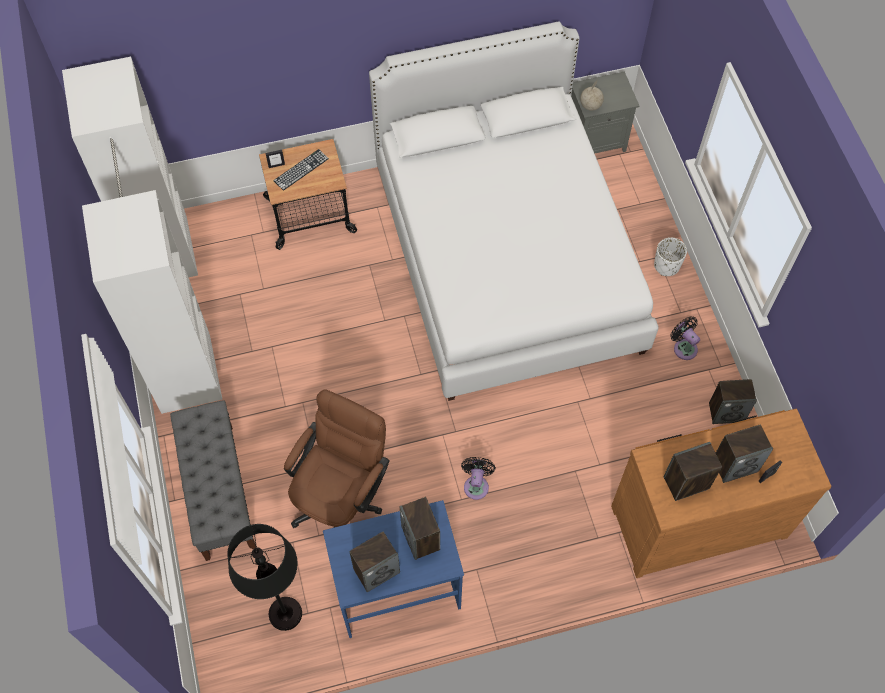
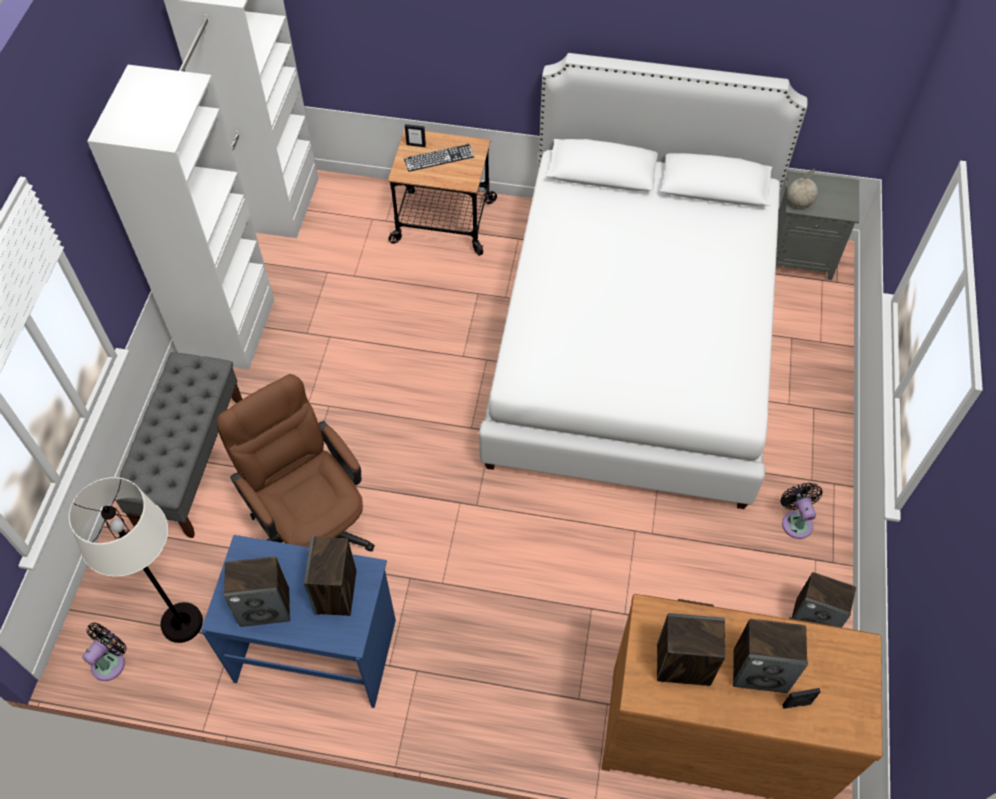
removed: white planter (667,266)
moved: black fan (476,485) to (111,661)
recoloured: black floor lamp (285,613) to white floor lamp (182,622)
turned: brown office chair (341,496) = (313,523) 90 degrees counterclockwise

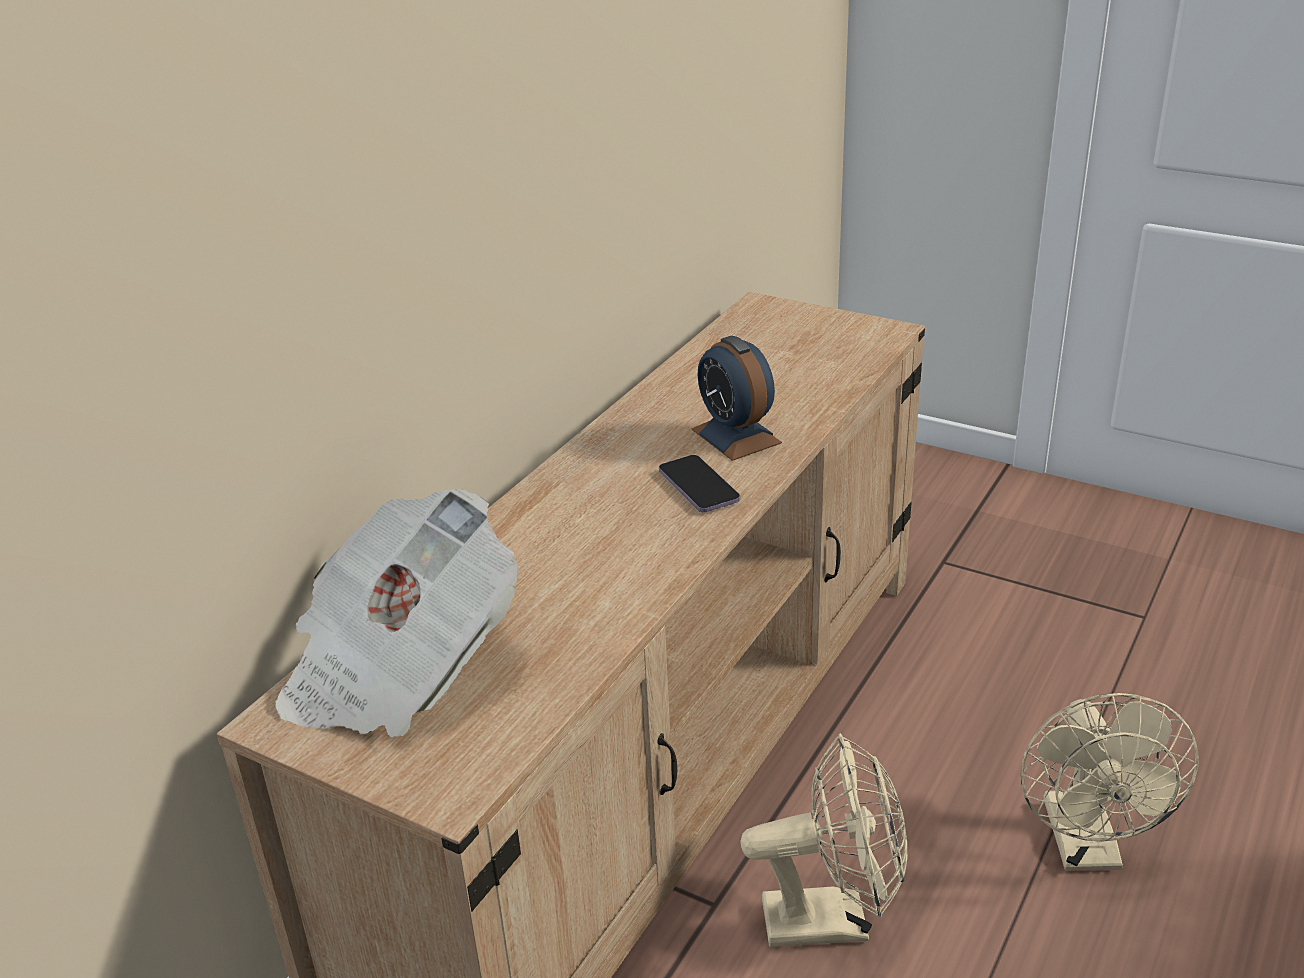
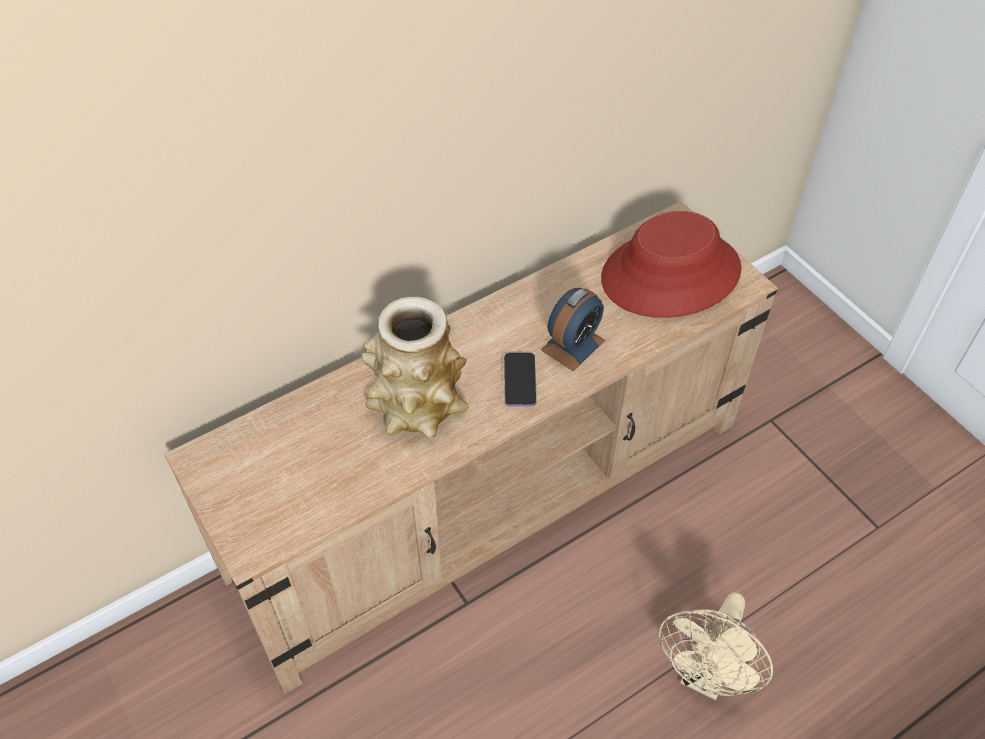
removed: newspaper (399,666); beige fan (832,919)
added: vase (417,405); red hat (670,275)
turned: alarm clock (736,436) = (572,345) 135 degrees counterclockwise

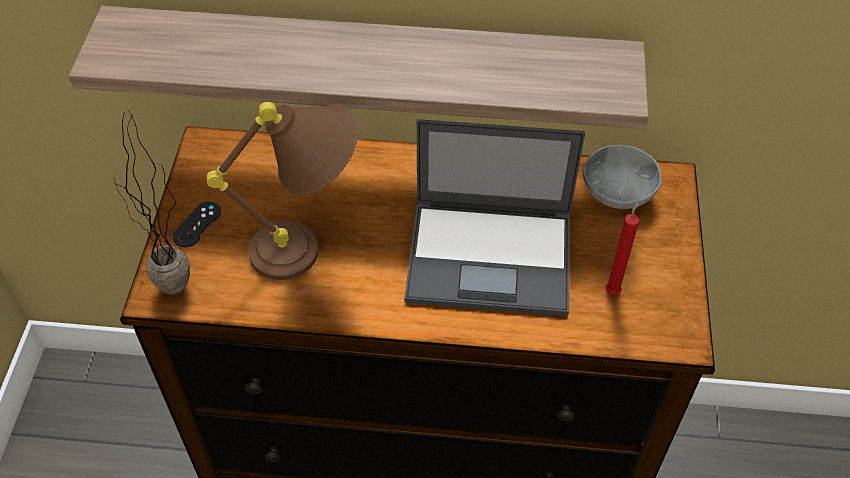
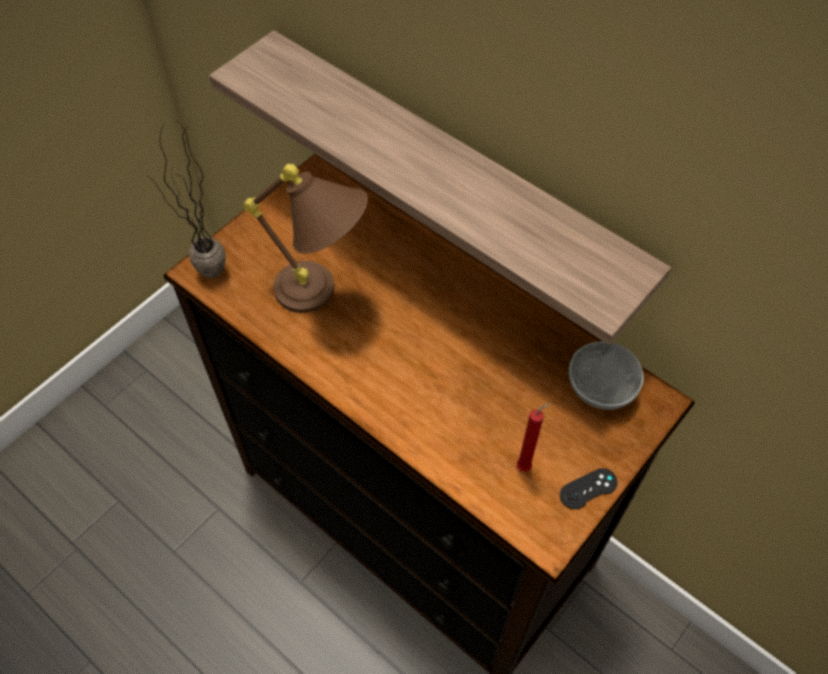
removed: laptop (492,257)
moved: black game controller (197,224) to (588,489)

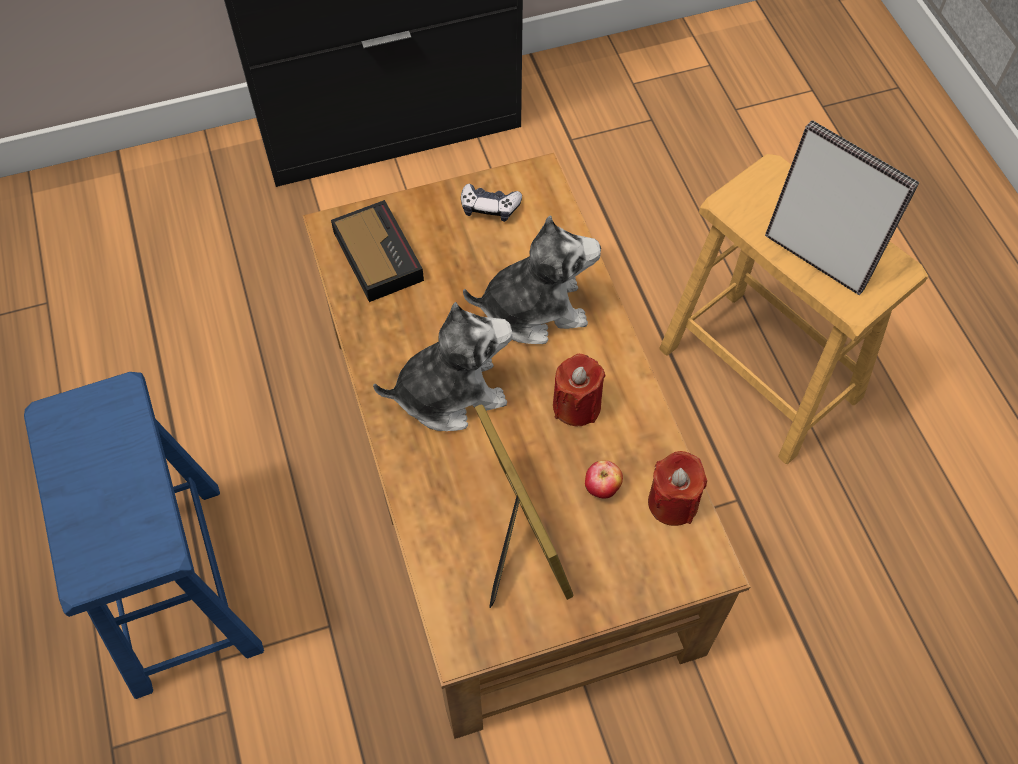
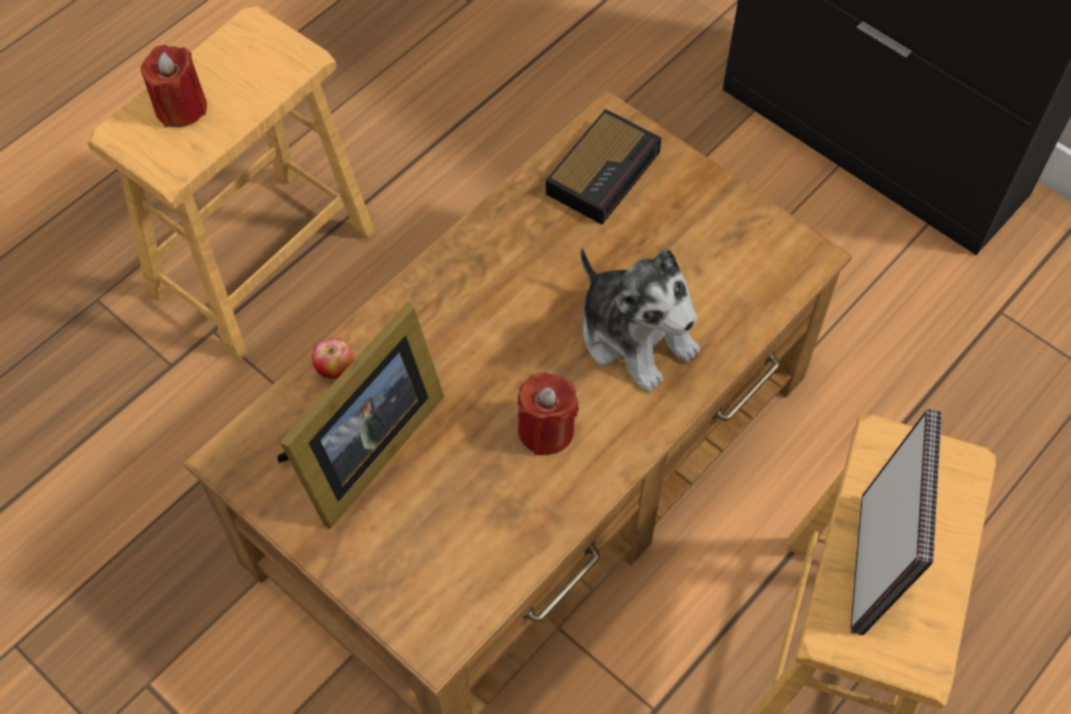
removed: plush toy (450,392); game controller (489,207)
moved: red candle (672,502) to (181,107); apple (602,489) to (336,371)
recoloured: blue stool (177,587) to brown stool (261,260)

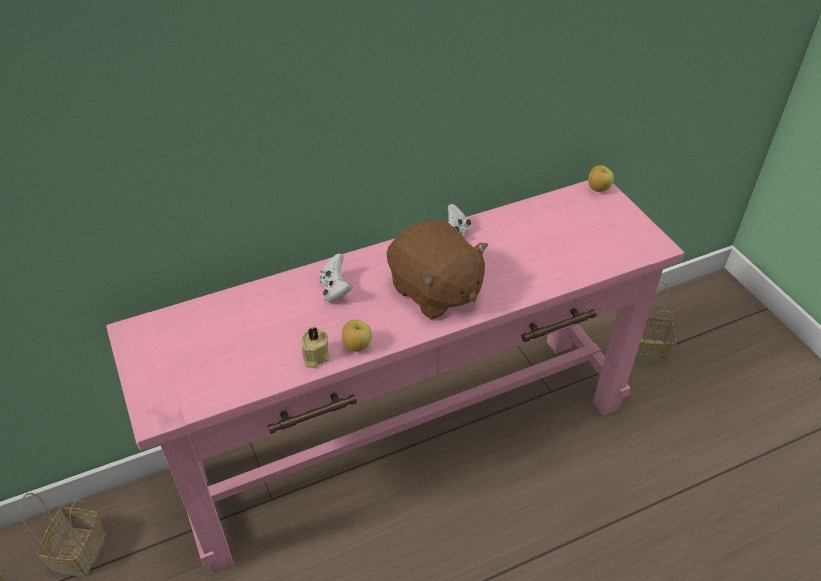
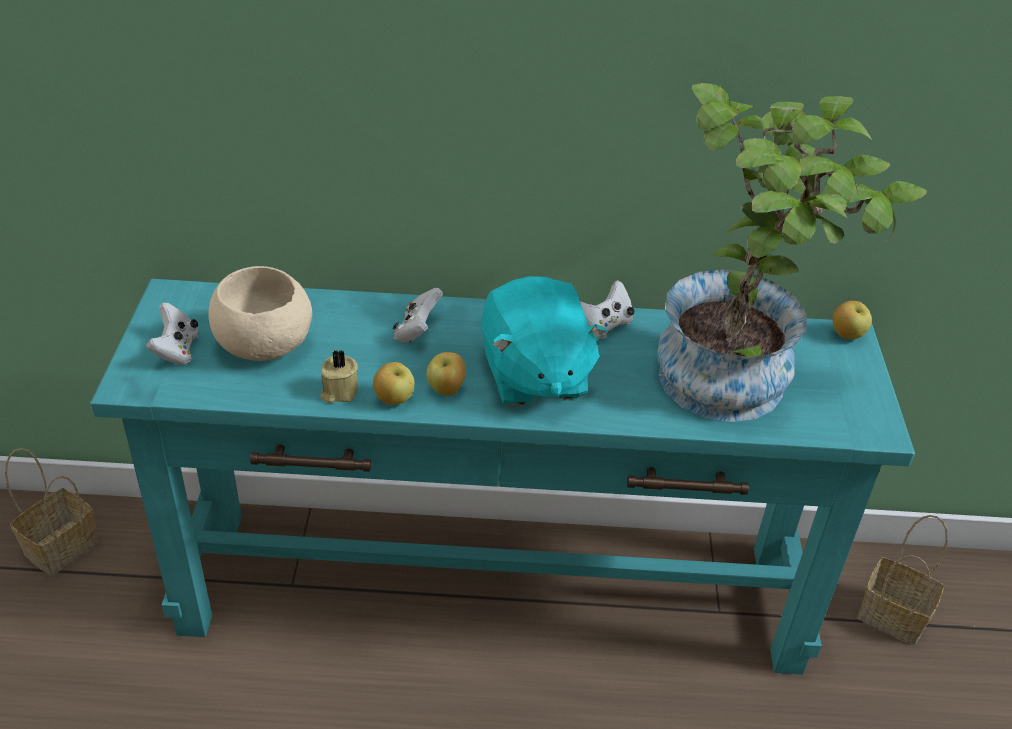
added: white game controller (177,351); beige bowl (262,347); apple (446,390); potted plant (741,377)
recoloured: pink console table (408,441) to turquoise console table (493,591); brown plush toy (435,291) to turquoise plush toy (534,376)

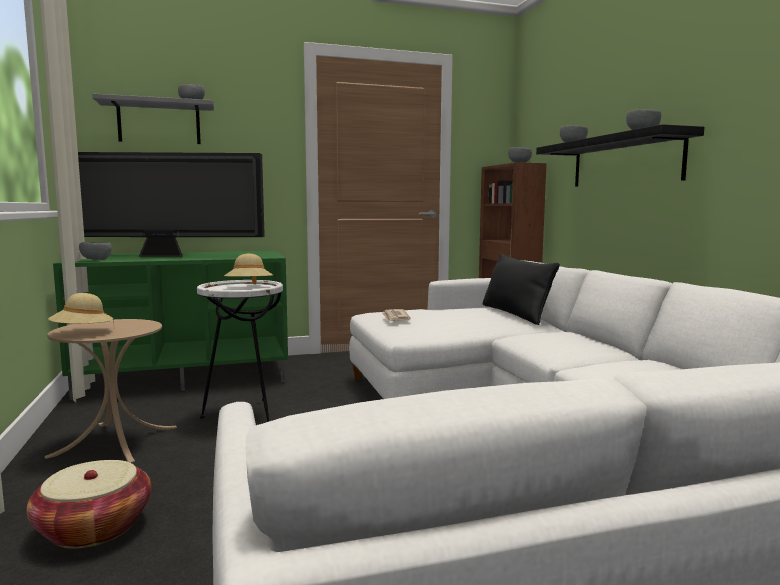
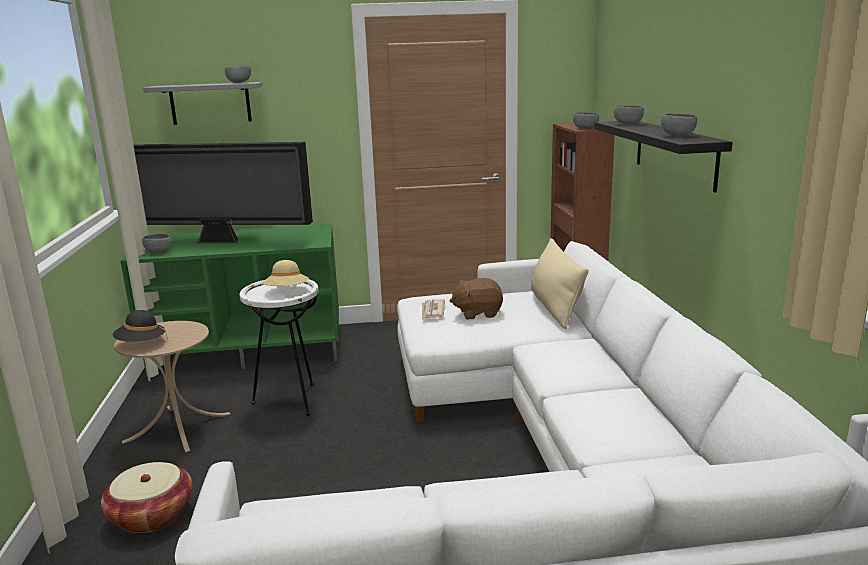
added: brown plush toy (477,313)
recoloured: beige hat (82,333) to black hat (141,344); black pillow (514,314) to beige pillow (555,307)

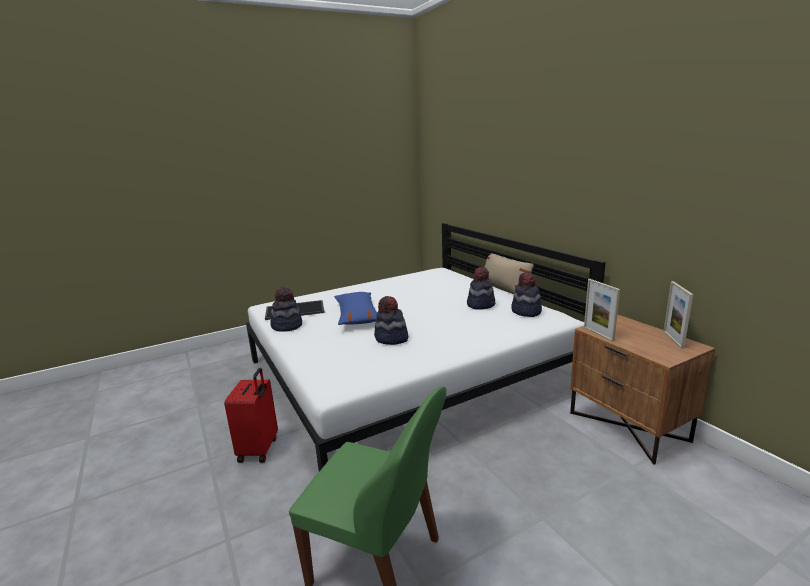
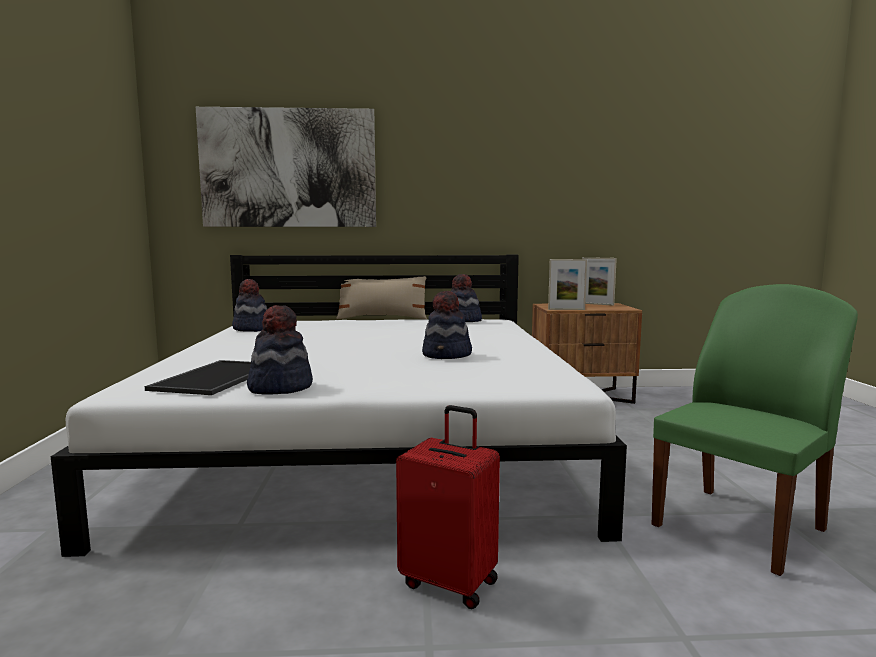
removed: blue pillow (357,316)
added: picture (288,168)
moved: hat (480,304) to (251,329)

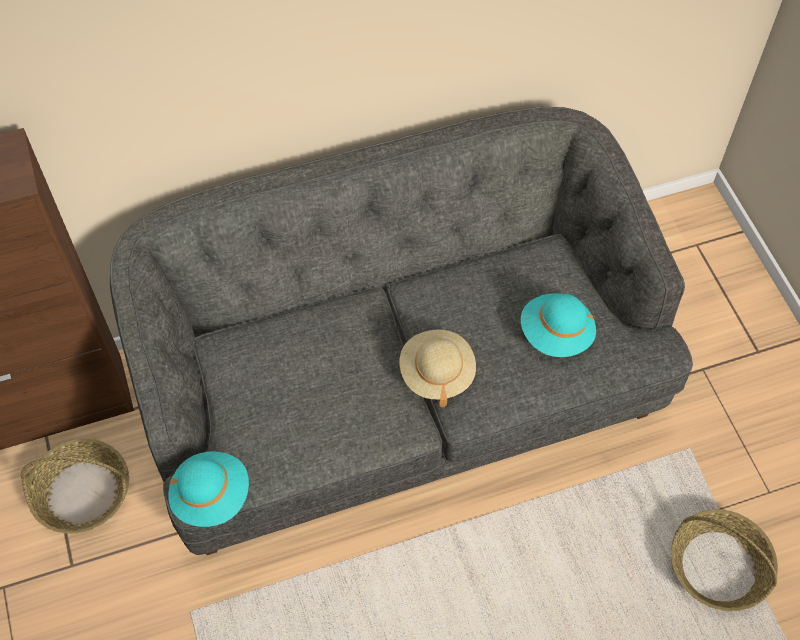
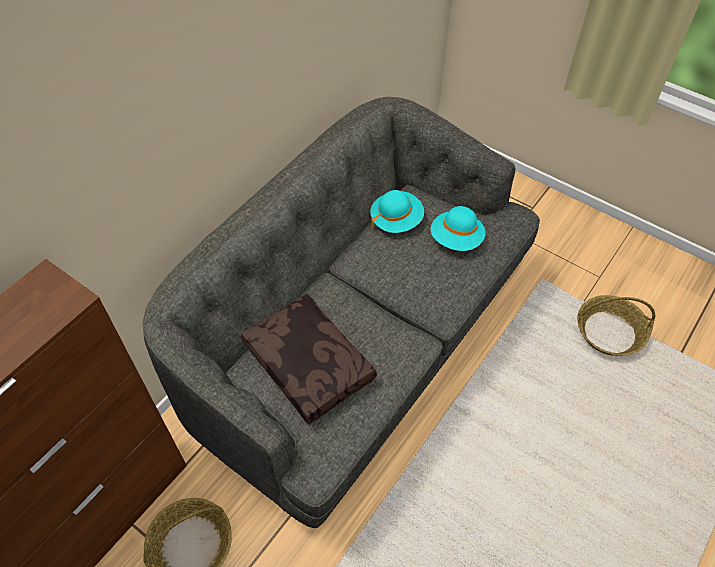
removed: beige hat (436,373)
added: brown pillow (311,364)
moved: turquoise hat (211,496) to (396,220)

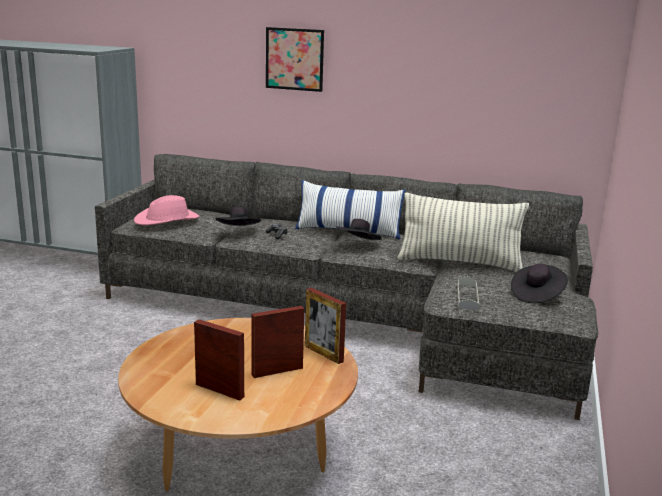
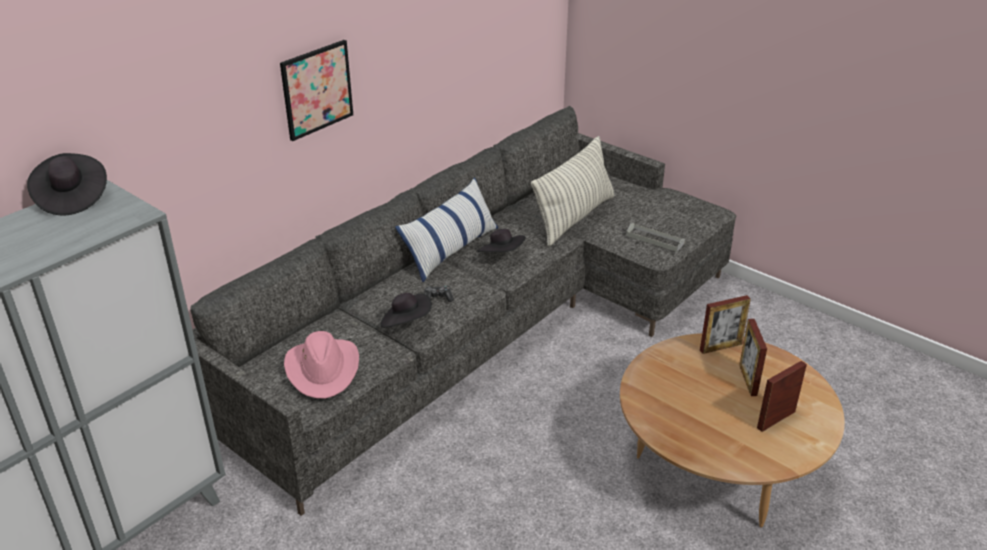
moved: black hat (536,295) to (71,199)

